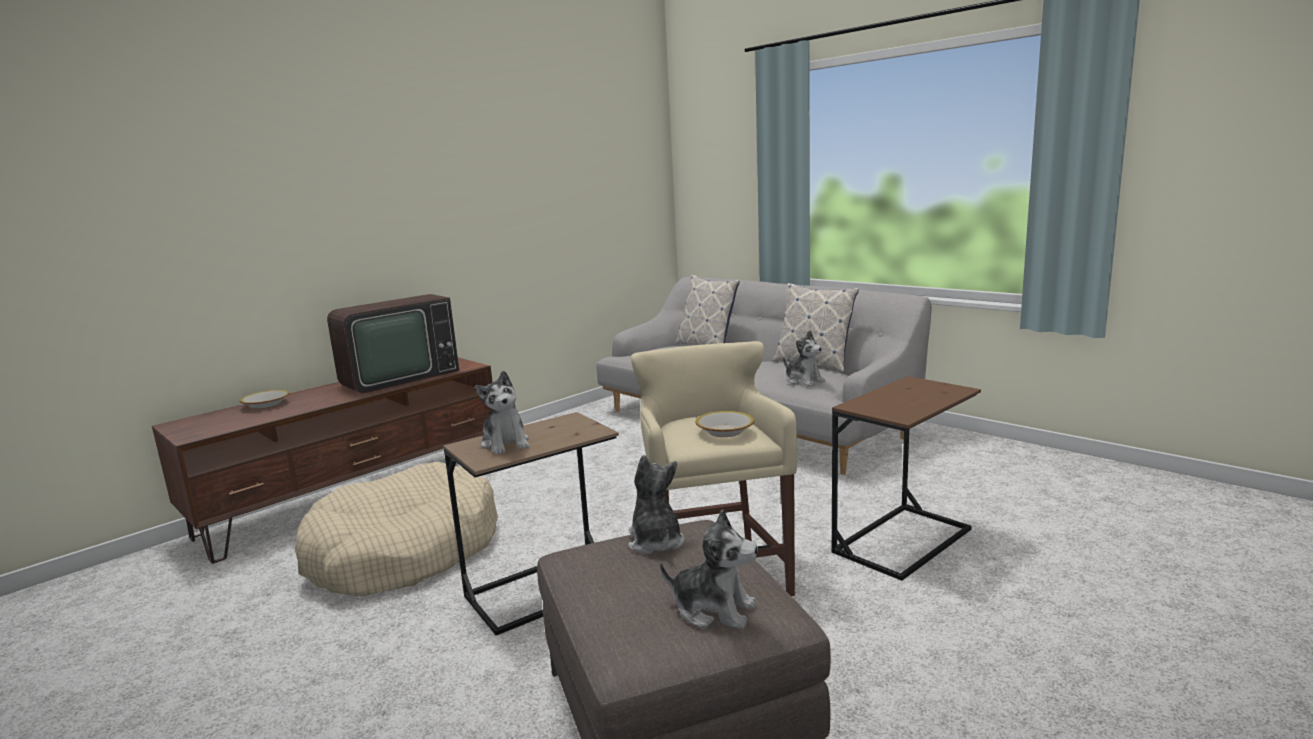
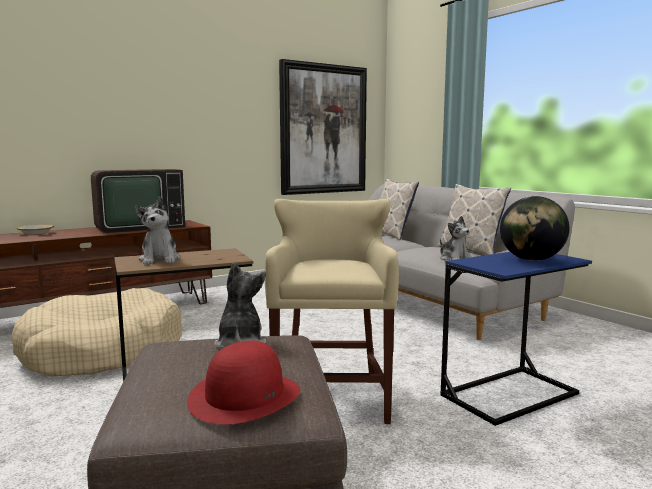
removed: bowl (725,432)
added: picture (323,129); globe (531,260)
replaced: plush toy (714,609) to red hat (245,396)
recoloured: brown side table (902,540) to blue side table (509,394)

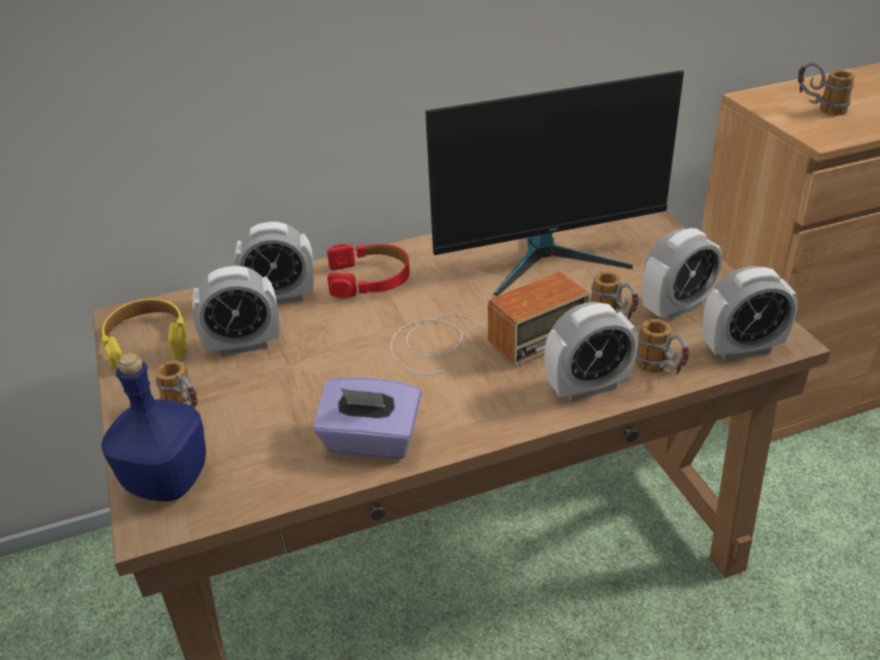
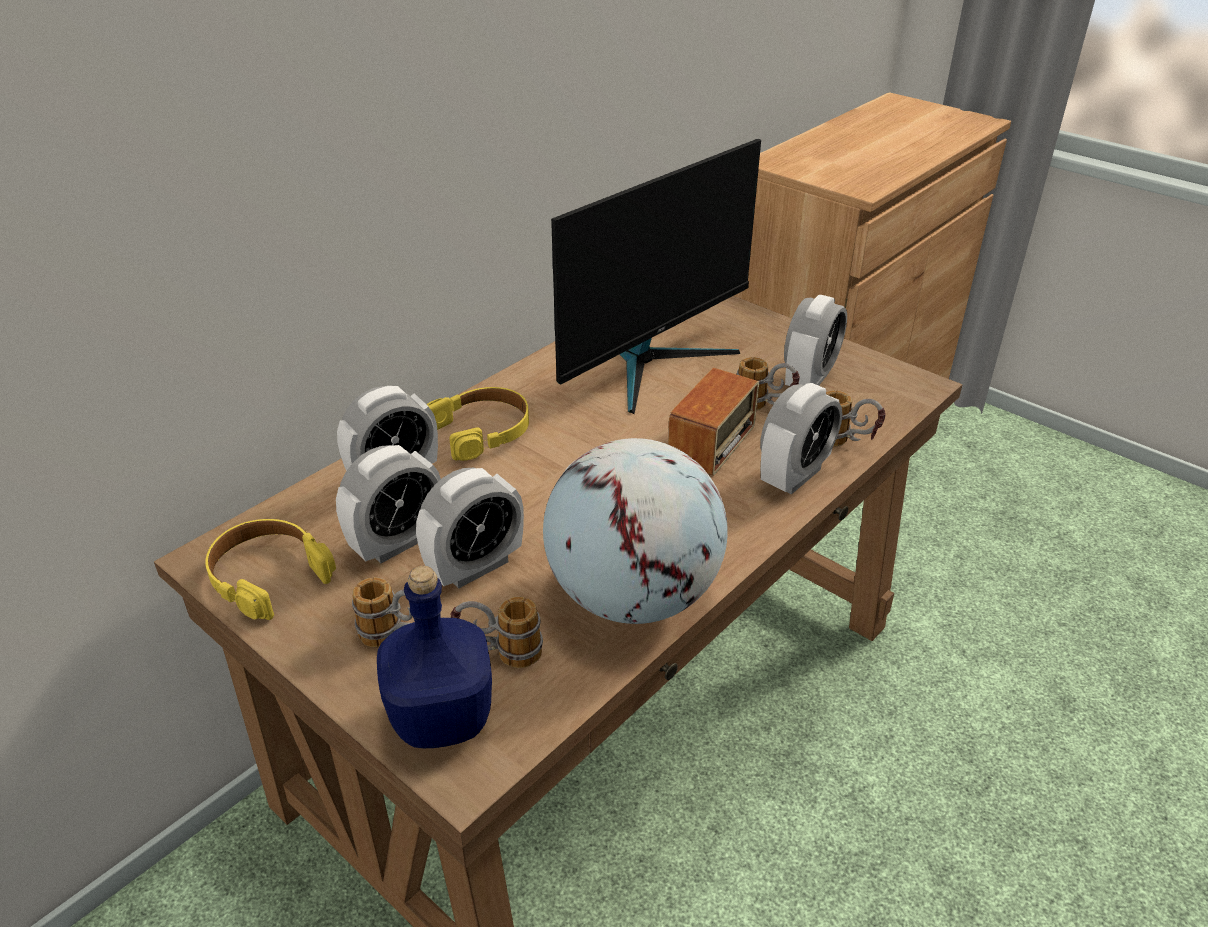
moved: alarm clock (741,349) to (475,567); mug (819,109) to (499,654)
replaced: purple tissue box (371,441) to globe (633,597)
recoloured: red headphones (369,279) to yellow headphones (482,431)

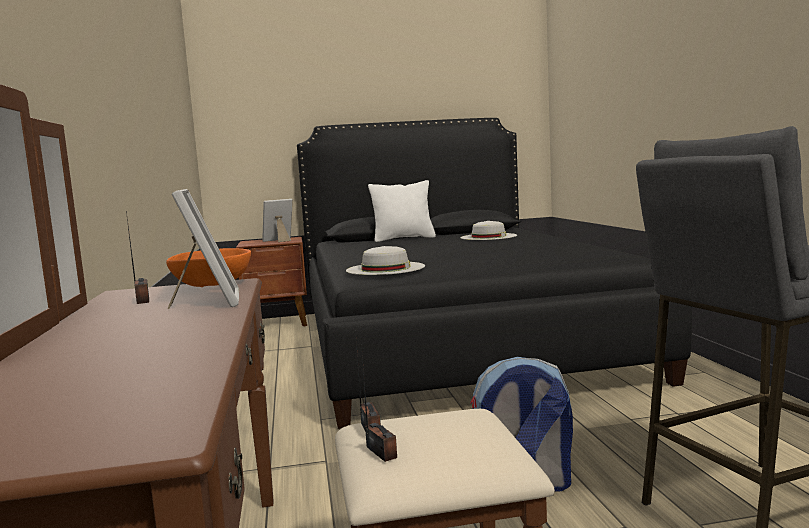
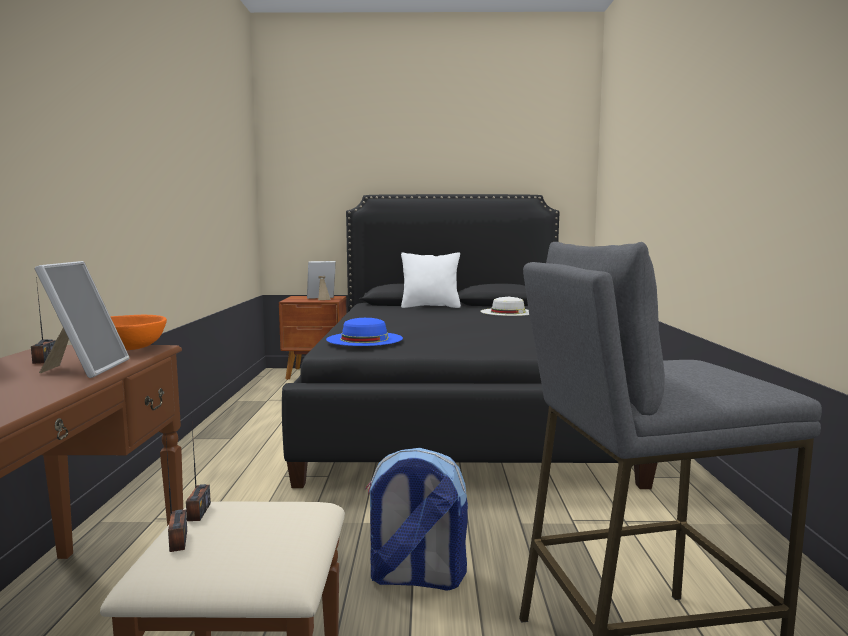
recoloured: white hat (385,268) to blue hat (364,339)

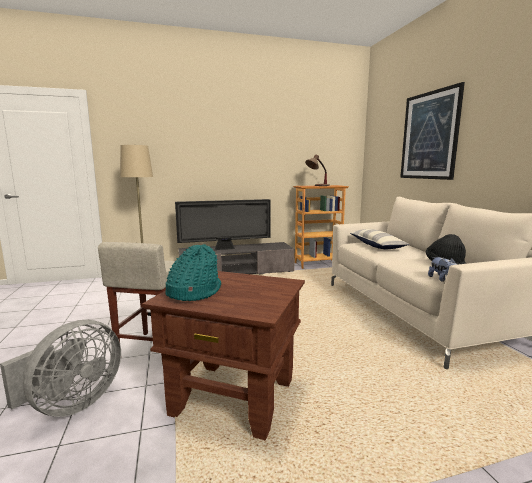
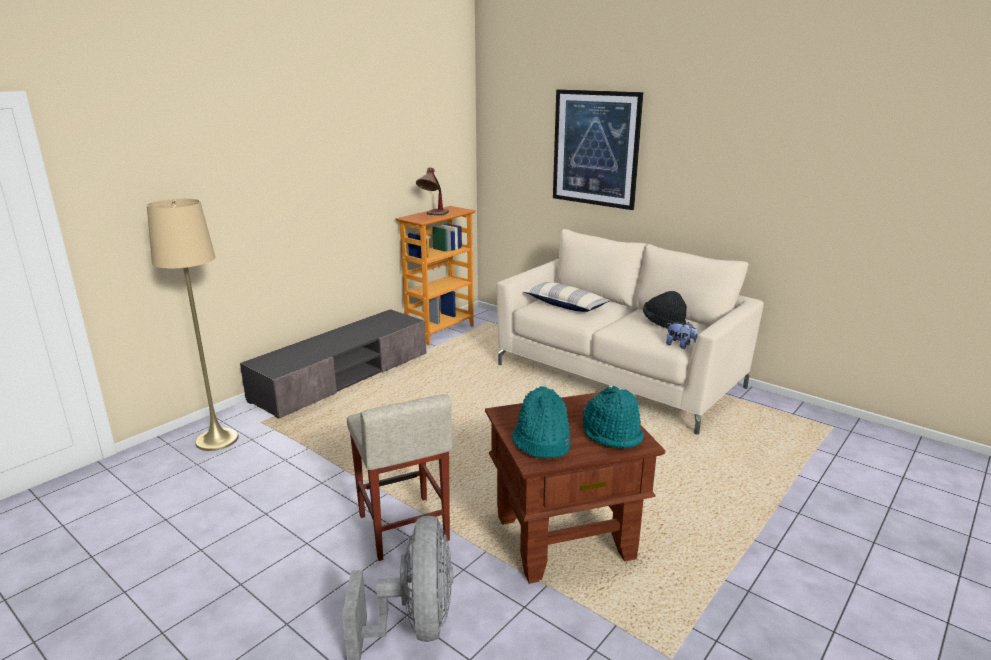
removed: television (225,248)
added: turquoise hat (612,433)

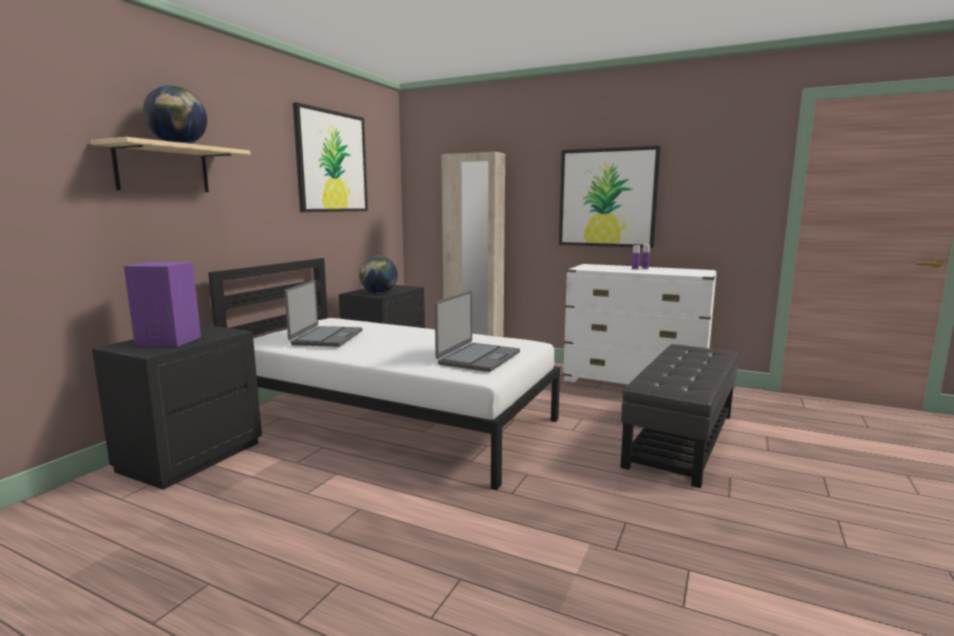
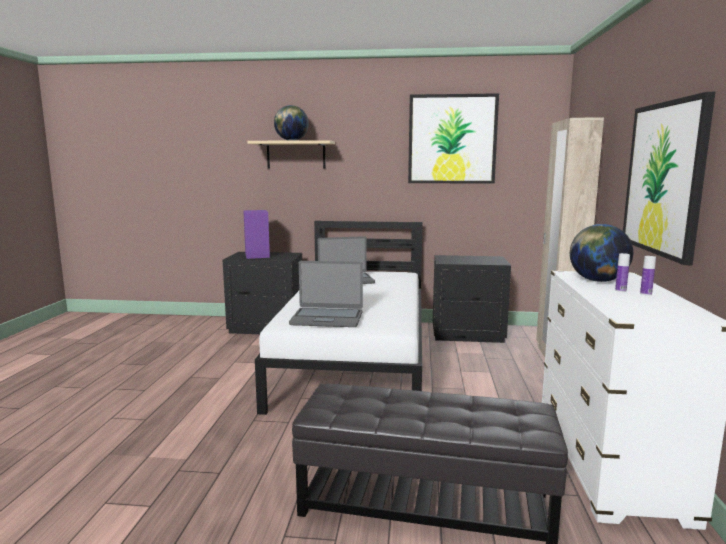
moved: globe (378,293) to (597,281)

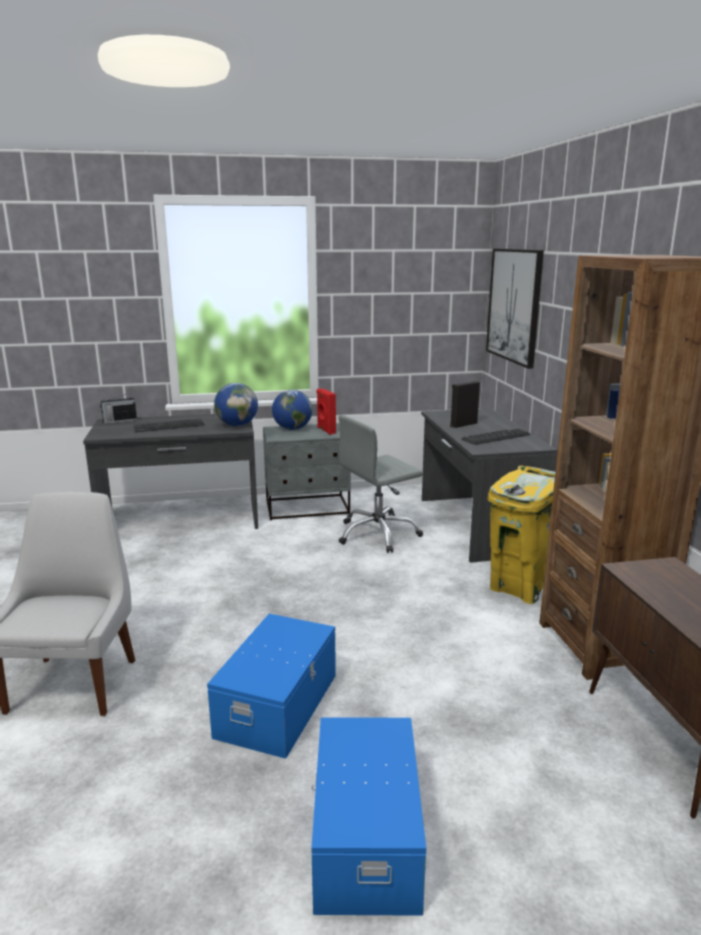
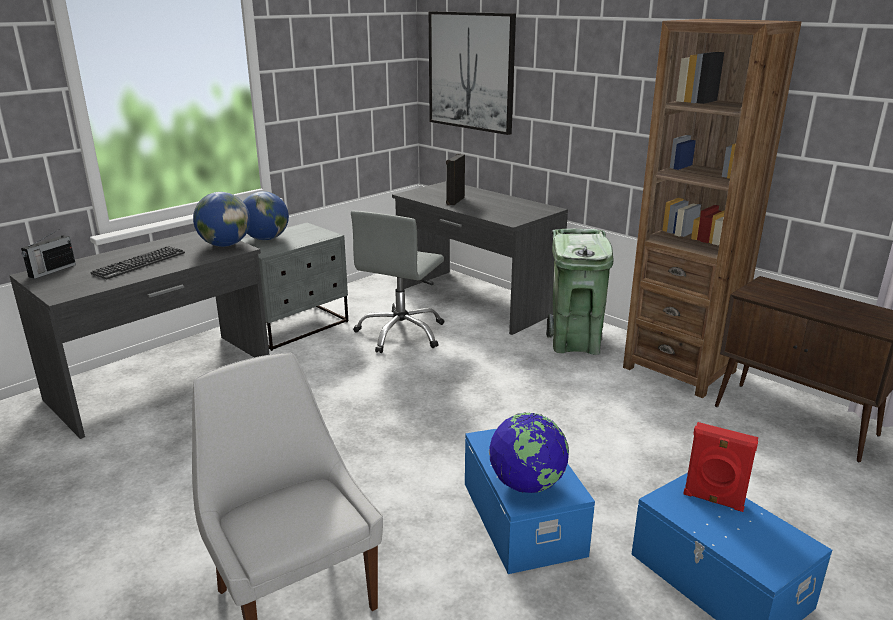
removed: keyboard (496,437)
added: globe (527,484)
moved: red speaker (325,430) to (713,500)
recoloured: yellow trash can (520,587) to green trash can (575,344)

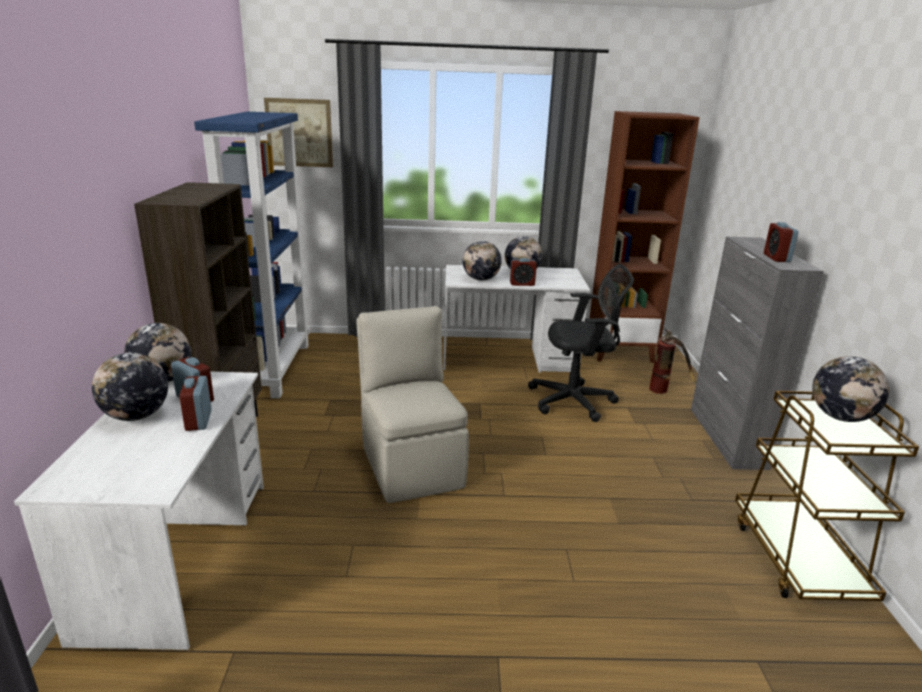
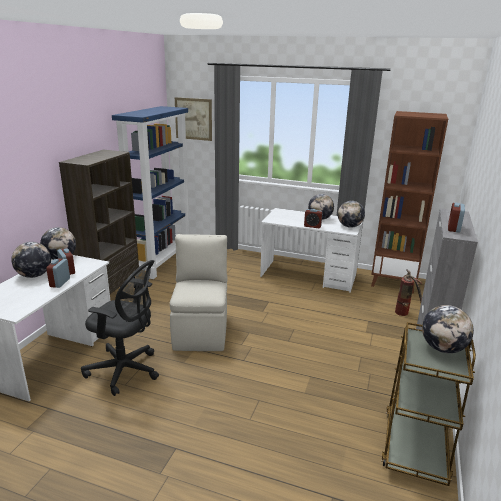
moved: black office chair (576,401) to (126,371); globe (481,279) to (349,226)

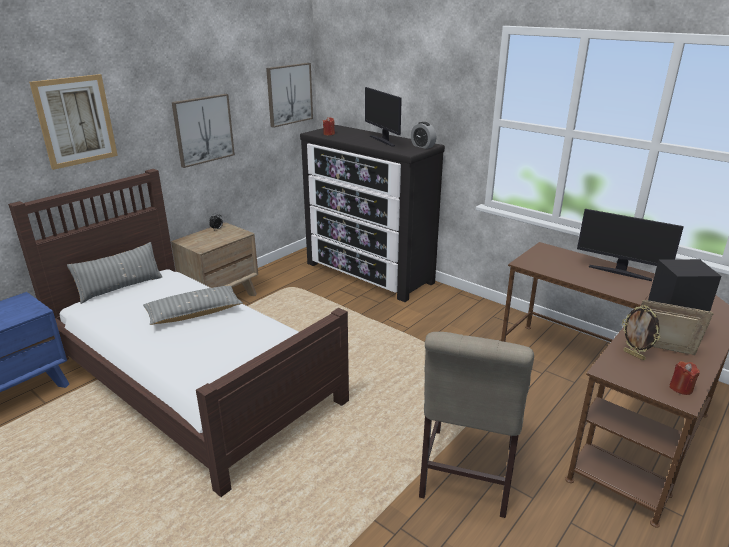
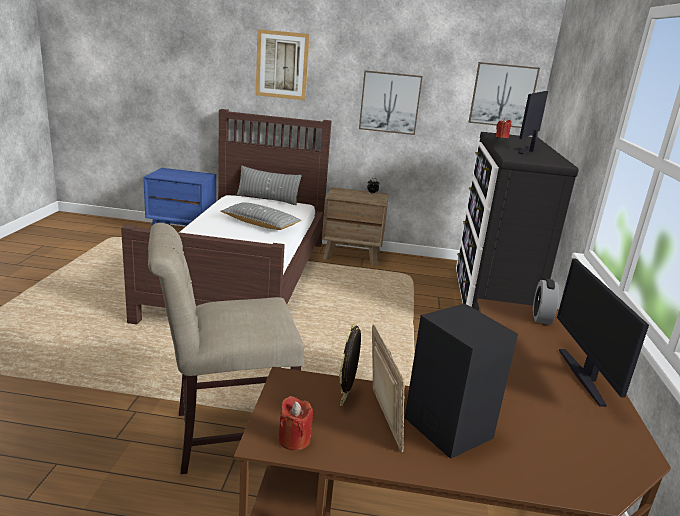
moved: alarm clock (422,146) to (541,317)

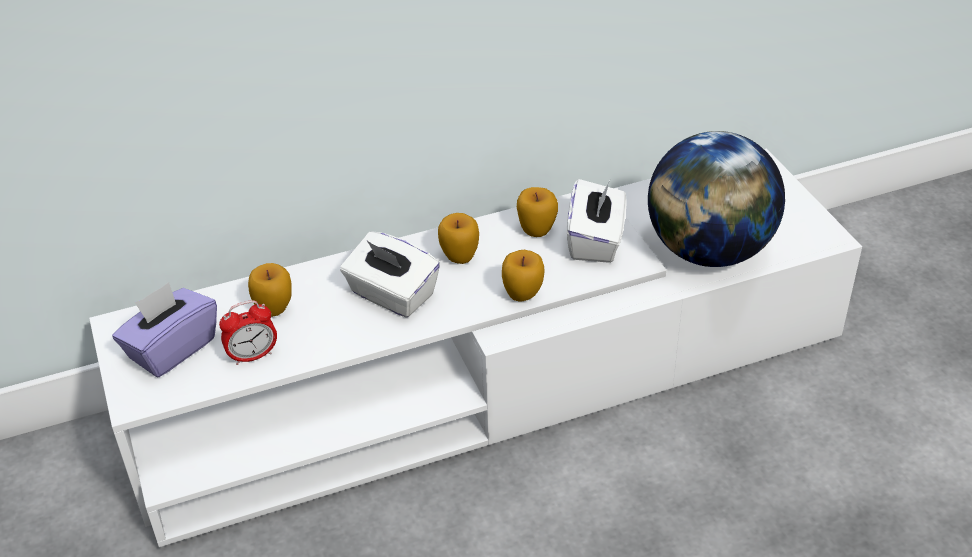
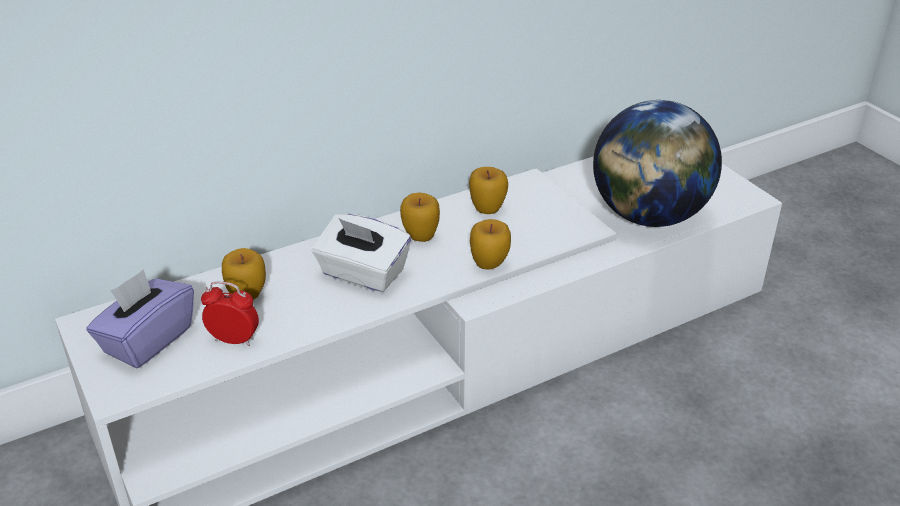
removed: white tissue box (596,241)
turned: alarm clock (253,356) = (233,340) 135 degrees counterclockwise

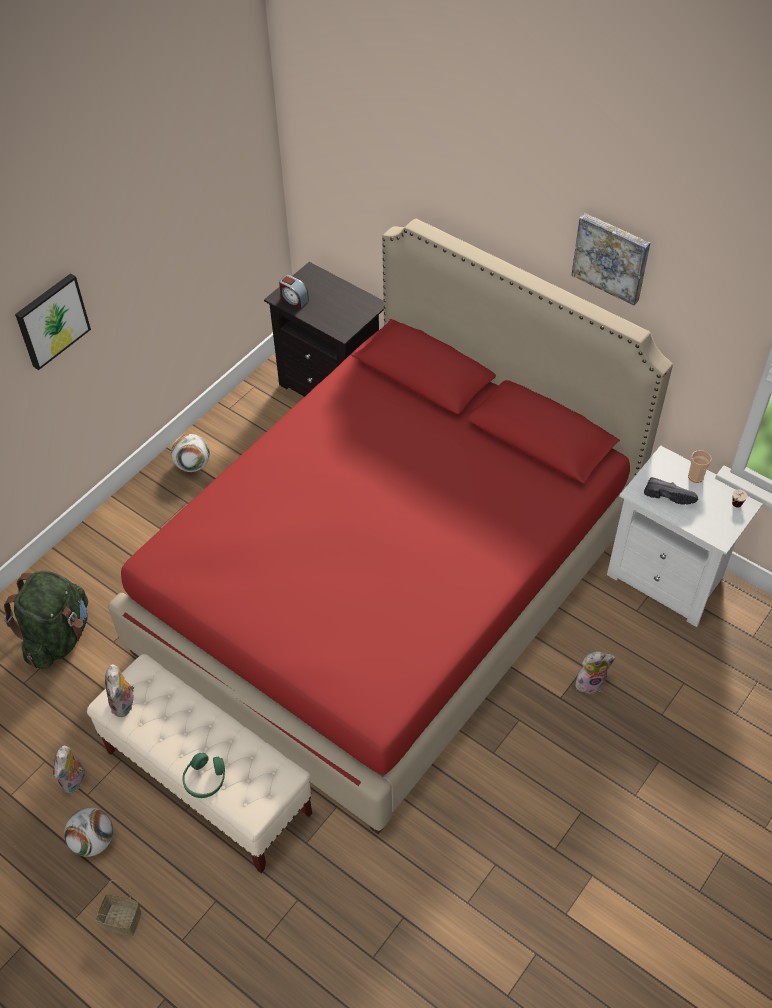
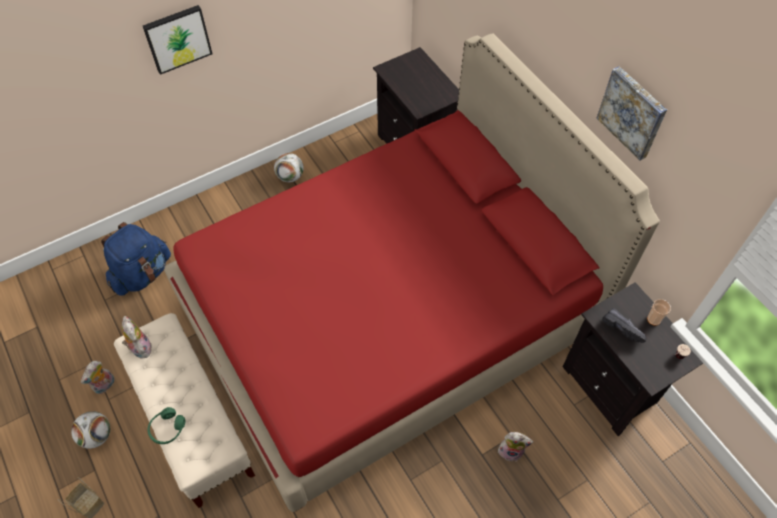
removed: alarm clock (294,299)
recoloured: green backpack (58,636) to blue backpack (142,274); white nightstand (669,578) to black nightstand (612,386)
turned: plush toy (124,704) = (139,348) 135 degrees clockwise

